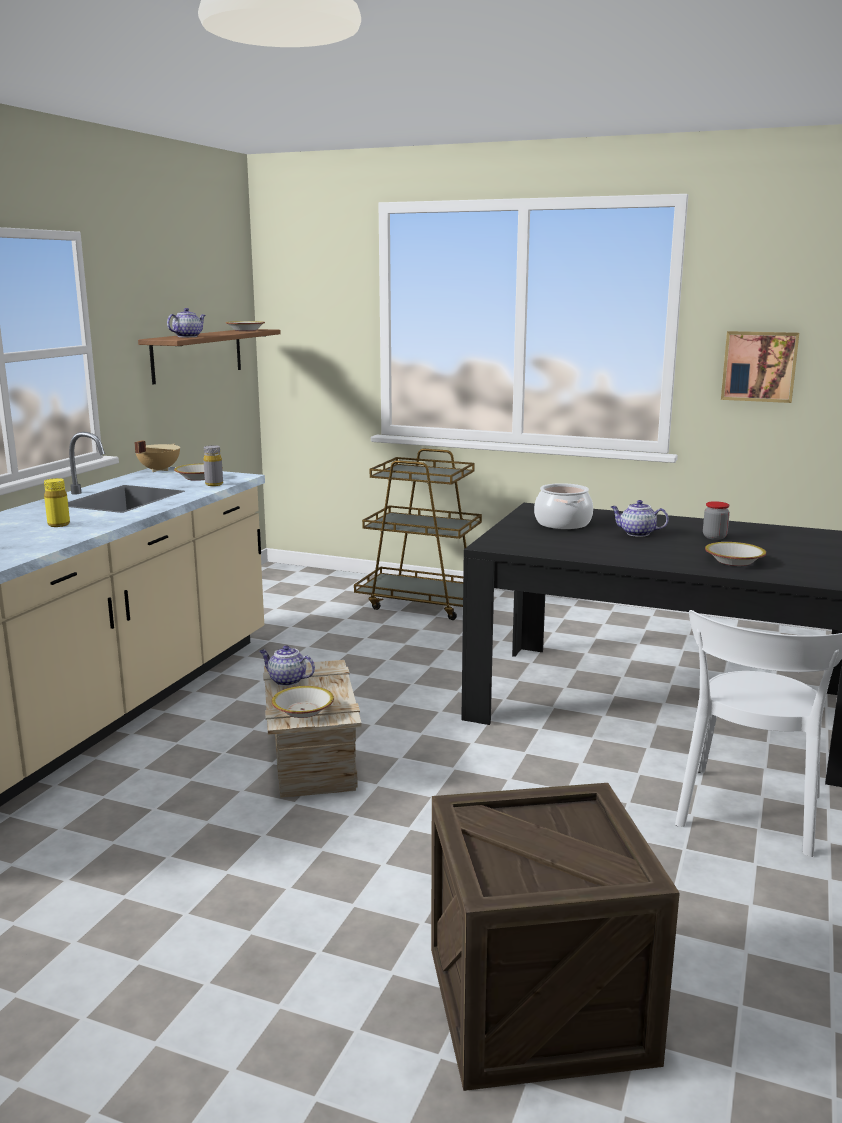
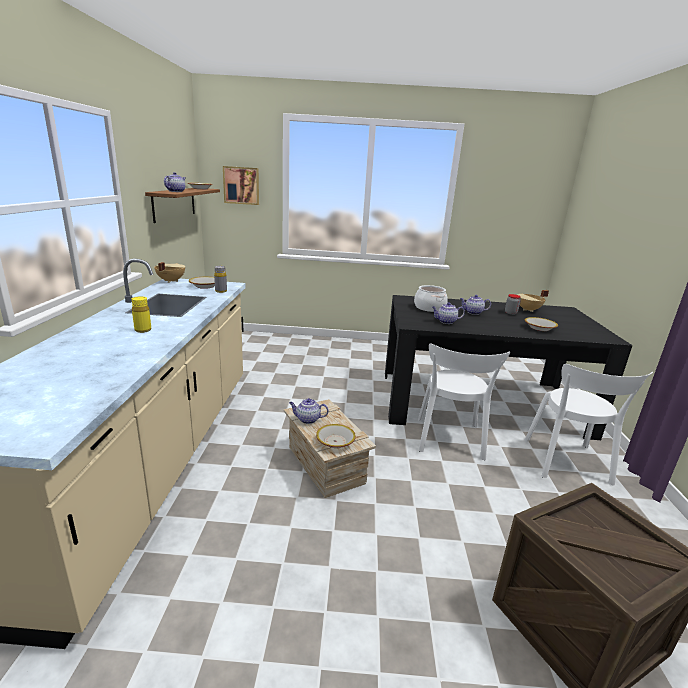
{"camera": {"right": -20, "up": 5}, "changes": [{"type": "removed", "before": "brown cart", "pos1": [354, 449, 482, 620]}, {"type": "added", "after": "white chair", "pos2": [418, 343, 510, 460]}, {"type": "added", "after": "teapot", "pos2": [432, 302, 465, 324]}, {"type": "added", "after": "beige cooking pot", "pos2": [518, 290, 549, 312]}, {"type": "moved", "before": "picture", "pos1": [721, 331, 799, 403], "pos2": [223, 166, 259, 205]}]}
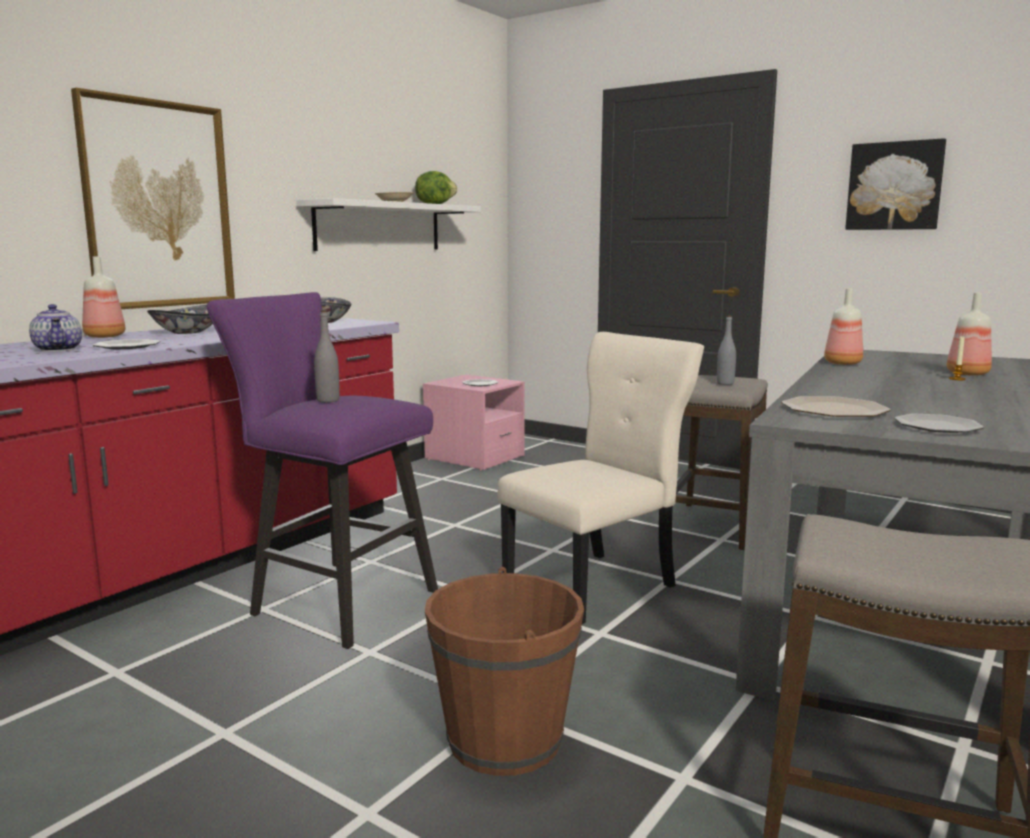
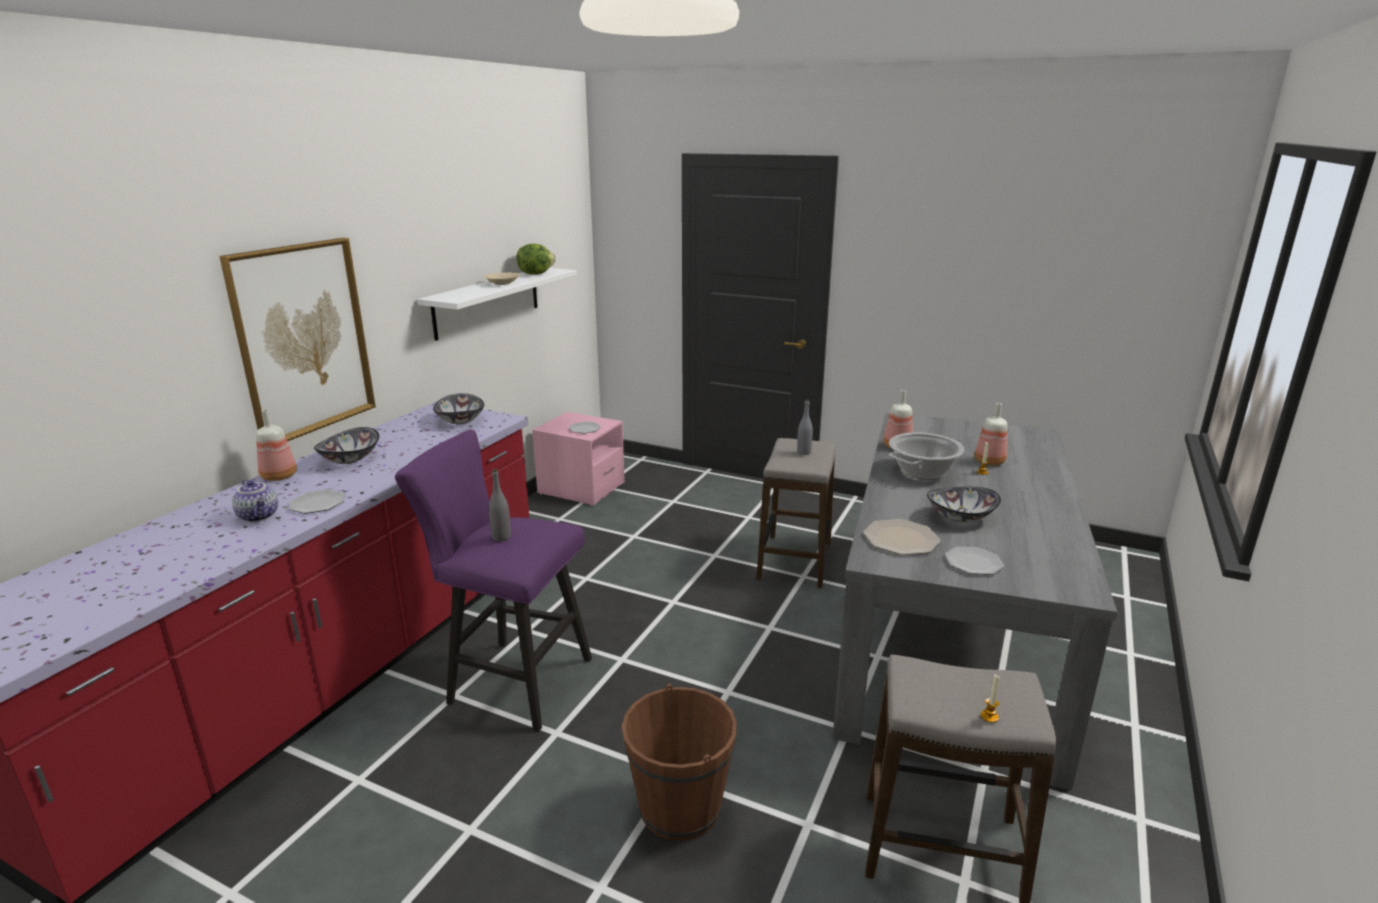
{"camera": {"right": -10, "up": 10}, "changes": [{"type": "removed", "before": "beige chair", "pos1": [497, 332, 704, 624]}, {"type": "removed", "before": "picture", "pos1": [845, 138, 946, 230]}, {"type": "added", "after": "cooking pot", "pos2": [889, 432, 964, 480]}, {"type": "added", "after": "bowl", "pos2": [927, 487, 1001, 522]}, {"type": "added", "after": "candle", "pos2": [980, 675, 999, 723]}]}
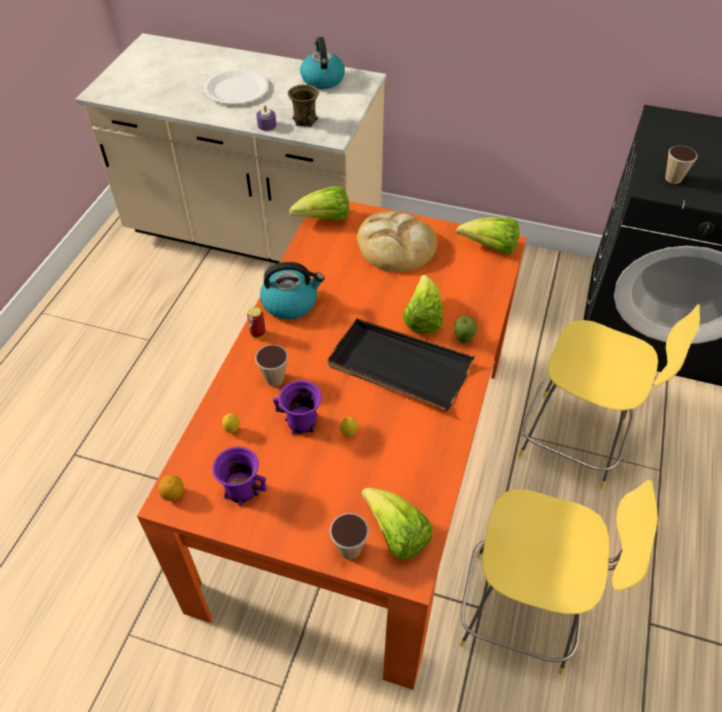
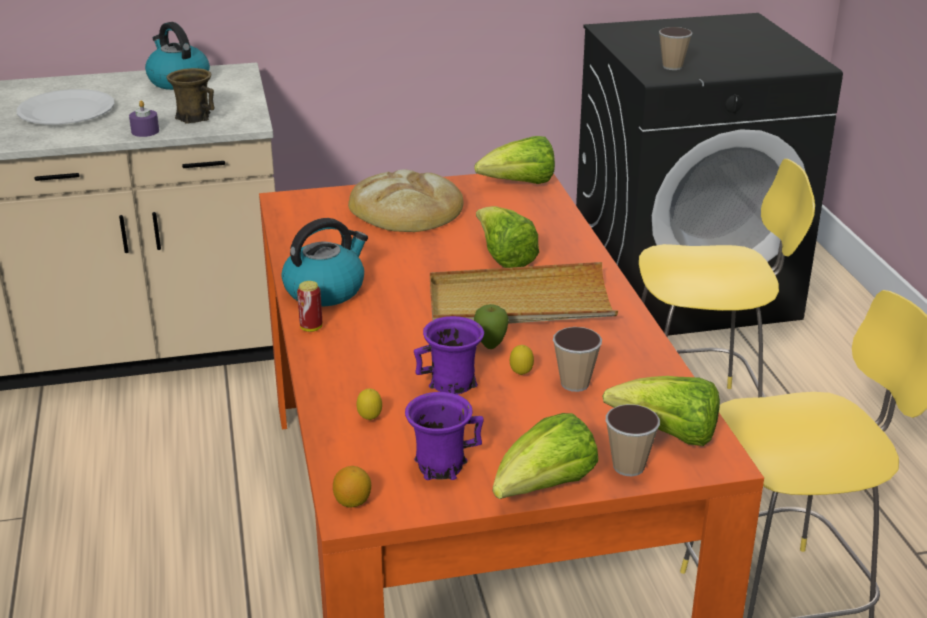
{"camera": {"right": -30, "up": -20}, "changes": [{"type": "moved", "before": "cup", "pos1": [255, 345, 288, 386], "pos2": [553, 327, 602, 392]}, {"type": "moved", "before": "lettuce", "pos1": [289, 186, 349, 221], "pos2": [493, 413, 599, 499]}, {"type": "moved", "before": "apple", "pos1": [454, 316, 478, 343], "pos2": [474, 304, 509, 349]}, {"type": "recoloured", "before": "black tray", "after": "beige tray", "pos1": [328, 318, 475, 411], "pos2": [430, 262, 618, 324]}]}
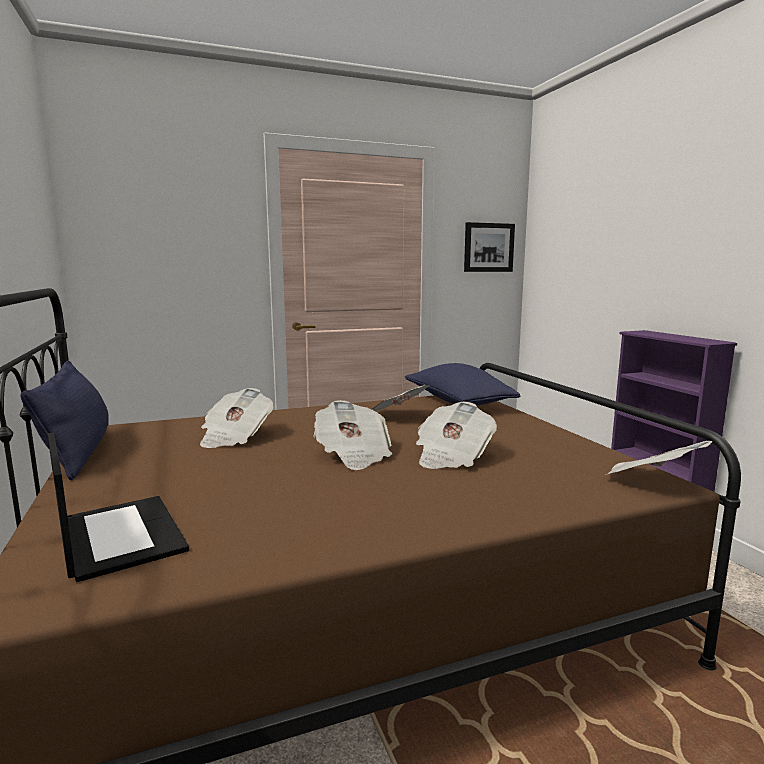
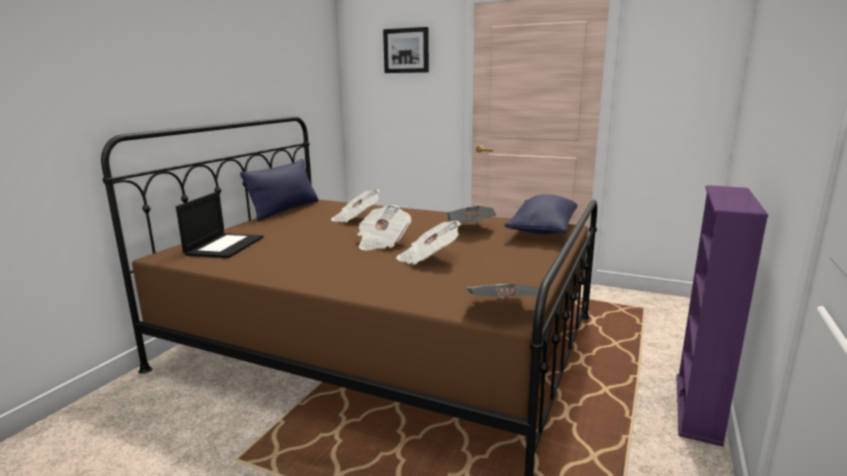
{"camera": {"right": 45, "up": 5}, "changes": [{"type": "moved", "before": "picture", "pos1": [464, 222, 515, 272], "pos2": [383, 27, 429, 73]}]}
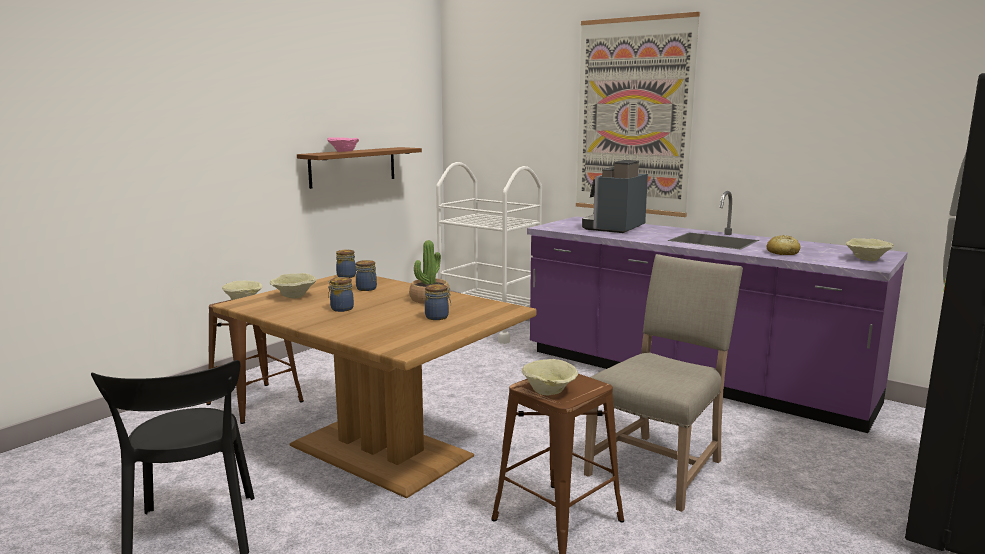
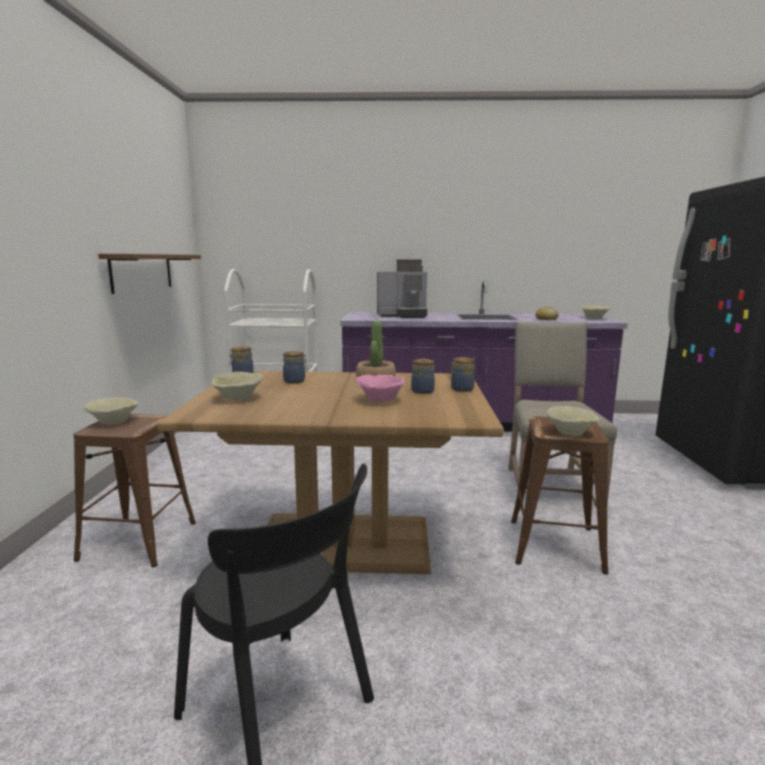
{"camera": {"right": -35, "up": 0}, "changes": [{"type": "removed", "before": "picture", "pos1": [576, 12, 700, 217]}, {"type": "moved", "before": "pink bowl", "pos1": [327, 137, 359, 152], "pos2": [355, 375, 405, 402]}, {"type": "moved", "before": "jar", "pos1": [328, 277, 354, 312], "pos2": [449, 357, 475, 392]}, {"type": "turned", "before": "coffee machine", "pos1": [582, 160, 648, 233], "pos2": [377, 259, 427, 318], "turn": -90}]}
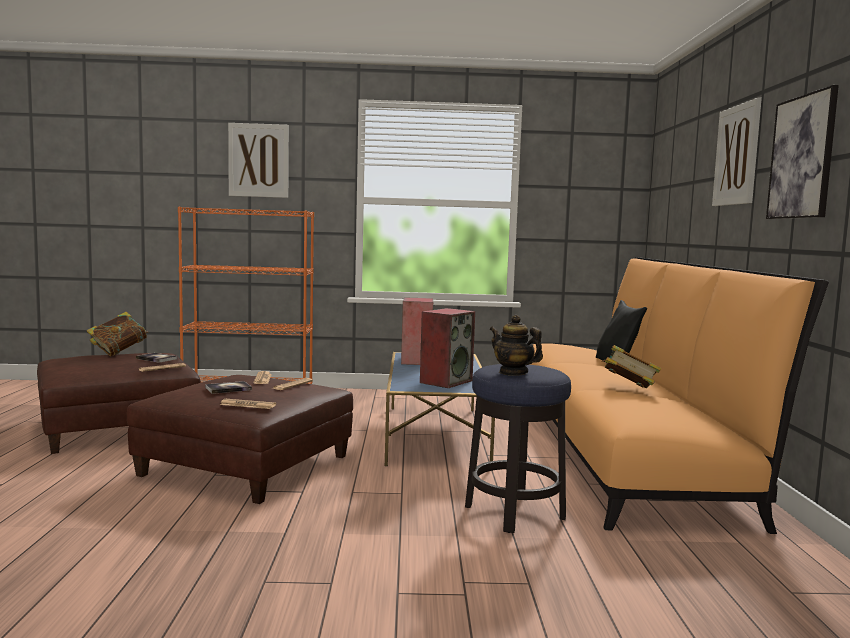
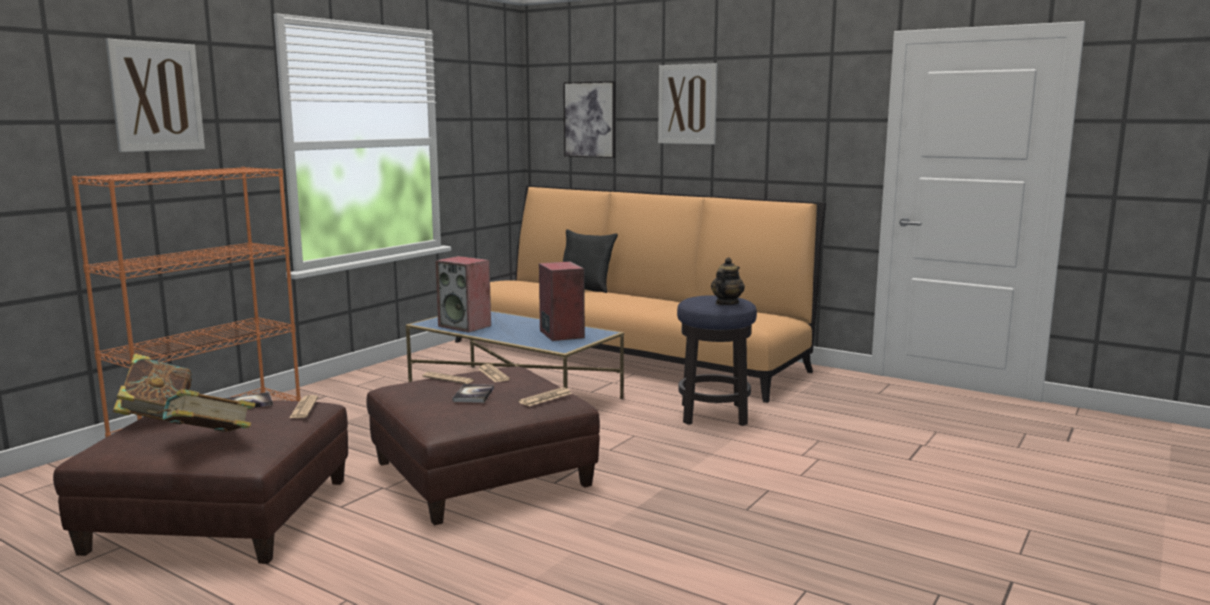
{"camera": {"right": -55, "up": 5}, "changes": [{"type": "moved", "before": "book", "pos1": [601, 345, 662, 389], "pos2": [156, 389, 256, 432]}, {"type": "moved", "before": "picture", "pos1": [766, 85, 839, 219], "pos2": [563, 81, 615, 158]}, {"type": "turned", "before": "teapot", "pos1": [490, 315, 543, 376], "pos2": [711, 257, 745, 305], "turn": 135}]}
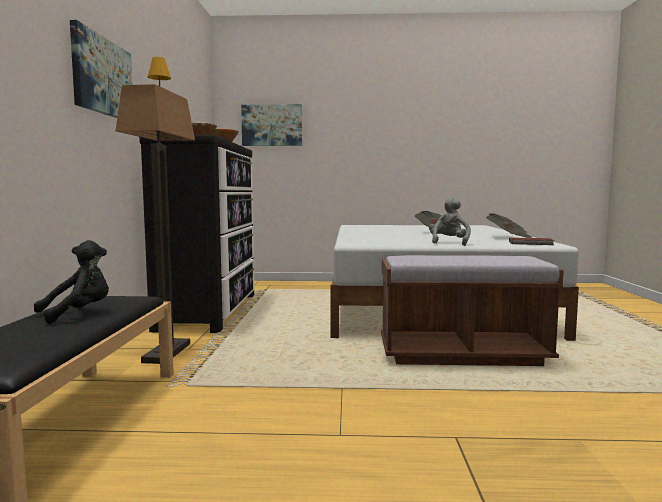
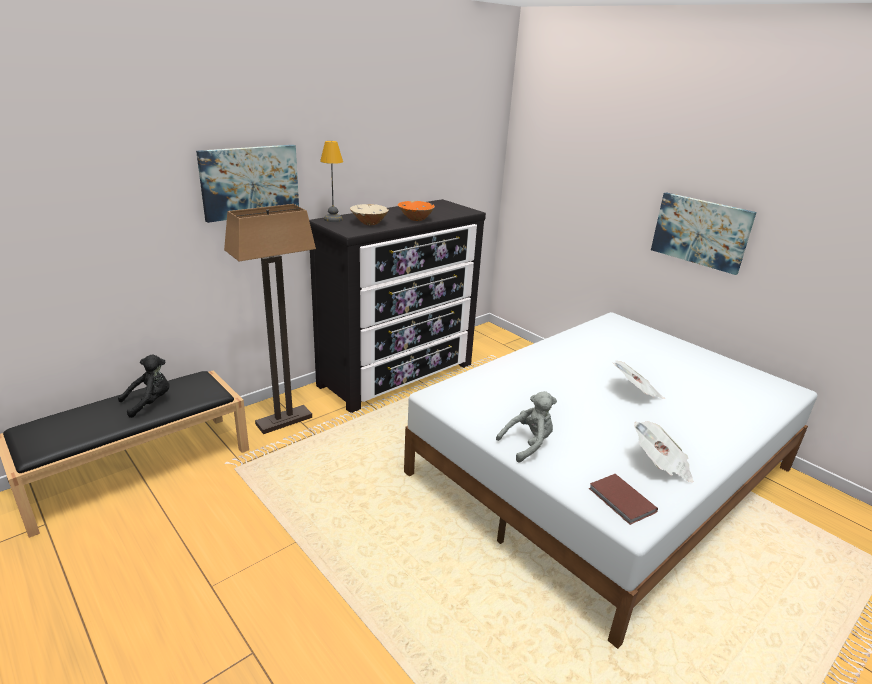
{"camera": {"right": 45, "up": 20}, "changes": [{"type": "removed", "before": "brown bench", "pos1": [381, 255, 564, 366]}, {"type": "moved", "before": "picture", "pos1": [241, 104, 302, 146], "pos2": [651, 192, 756, 275]}, {"type": "turned", "before": "black plush toy", "pos1": [34, 240, 109, 324], "pos2": [118, 354, 170, 418], "turn": -45}]}
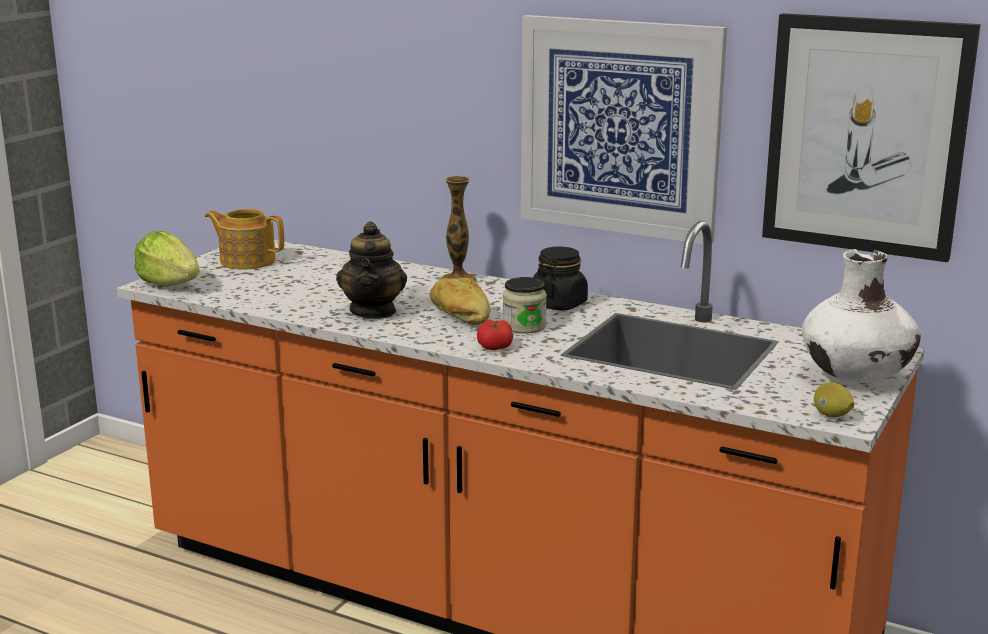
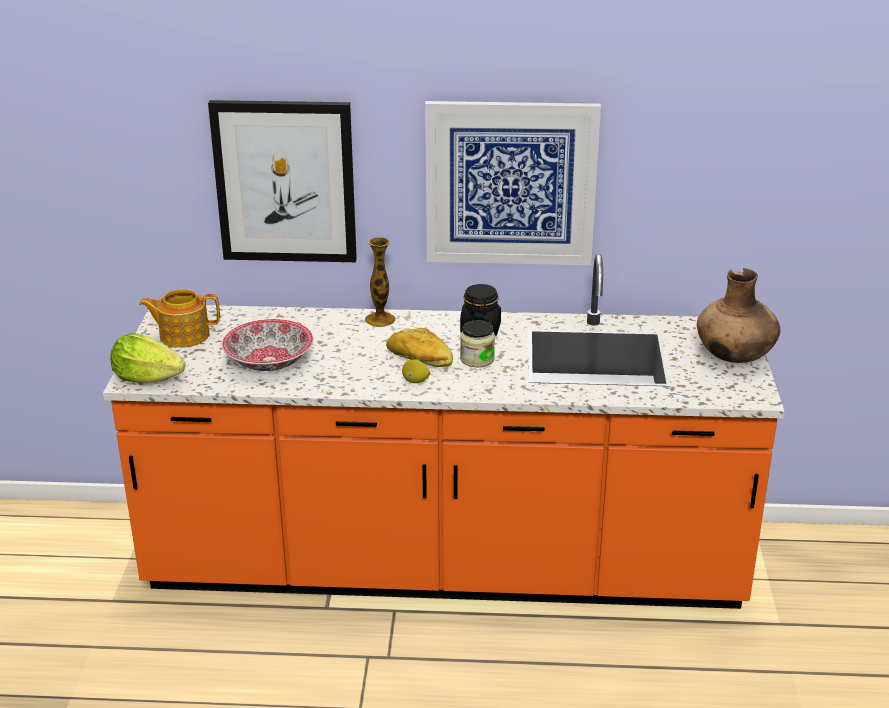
{"camera": {"right": -25, "up": 10}, "changes": [{"type": "removed", "before": "teapot", "pos1": [336, 221, 407, 319]}, {"type": "removed", "before": "tomato", "pos1": [477, 319, 513, 350]}, {"type": "added", "after": "bowl", "pos2": [222, 319, 313, 371]}, {"type": "moved", "before": "picture", "pos1": [762, 13, 981, 262], "pos2": [208, 100, 357, 262]}, {"type": "moved", "before": "lemon", "pos1": [814, 382, 854, 417], "pos2": [402, 359, 430, 383]}, {"type": "recoloured", "before": "white vase", "after": "brown vase", "pos1": [802, 249, 921, 383], "pos2": [697, 268, 780, 363]}]}
